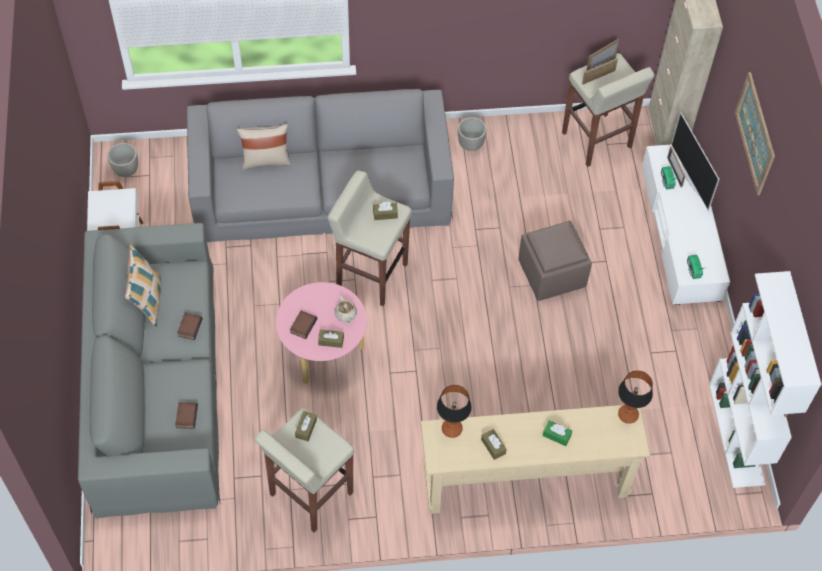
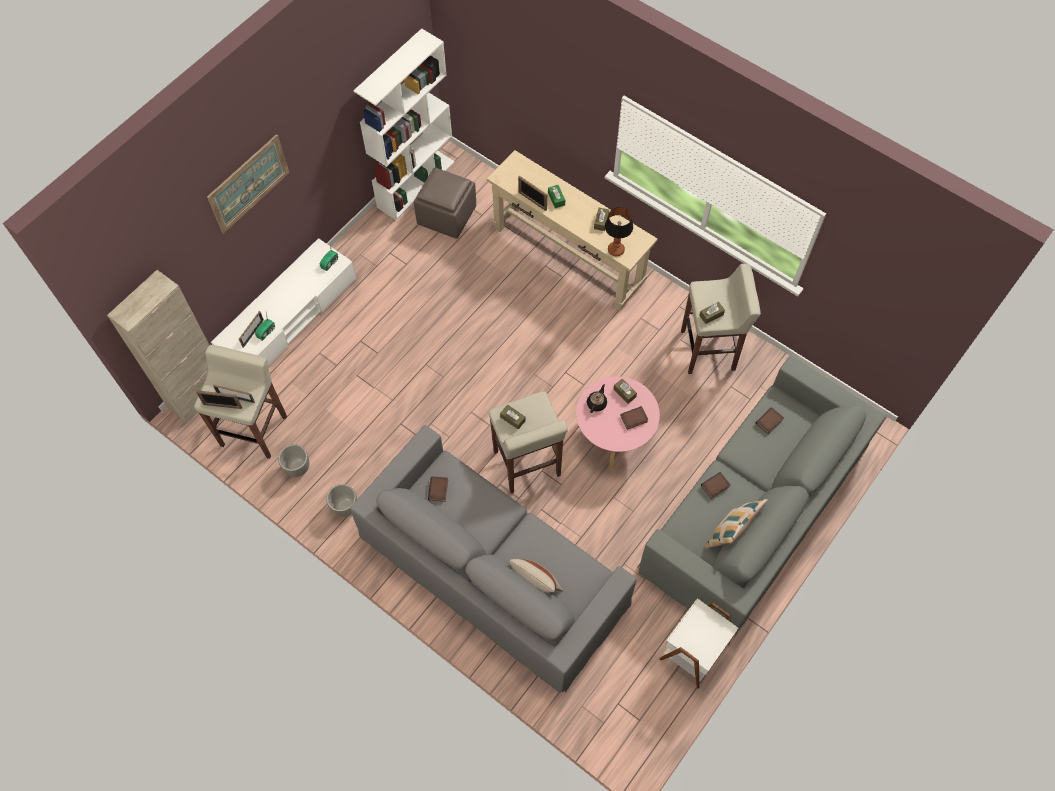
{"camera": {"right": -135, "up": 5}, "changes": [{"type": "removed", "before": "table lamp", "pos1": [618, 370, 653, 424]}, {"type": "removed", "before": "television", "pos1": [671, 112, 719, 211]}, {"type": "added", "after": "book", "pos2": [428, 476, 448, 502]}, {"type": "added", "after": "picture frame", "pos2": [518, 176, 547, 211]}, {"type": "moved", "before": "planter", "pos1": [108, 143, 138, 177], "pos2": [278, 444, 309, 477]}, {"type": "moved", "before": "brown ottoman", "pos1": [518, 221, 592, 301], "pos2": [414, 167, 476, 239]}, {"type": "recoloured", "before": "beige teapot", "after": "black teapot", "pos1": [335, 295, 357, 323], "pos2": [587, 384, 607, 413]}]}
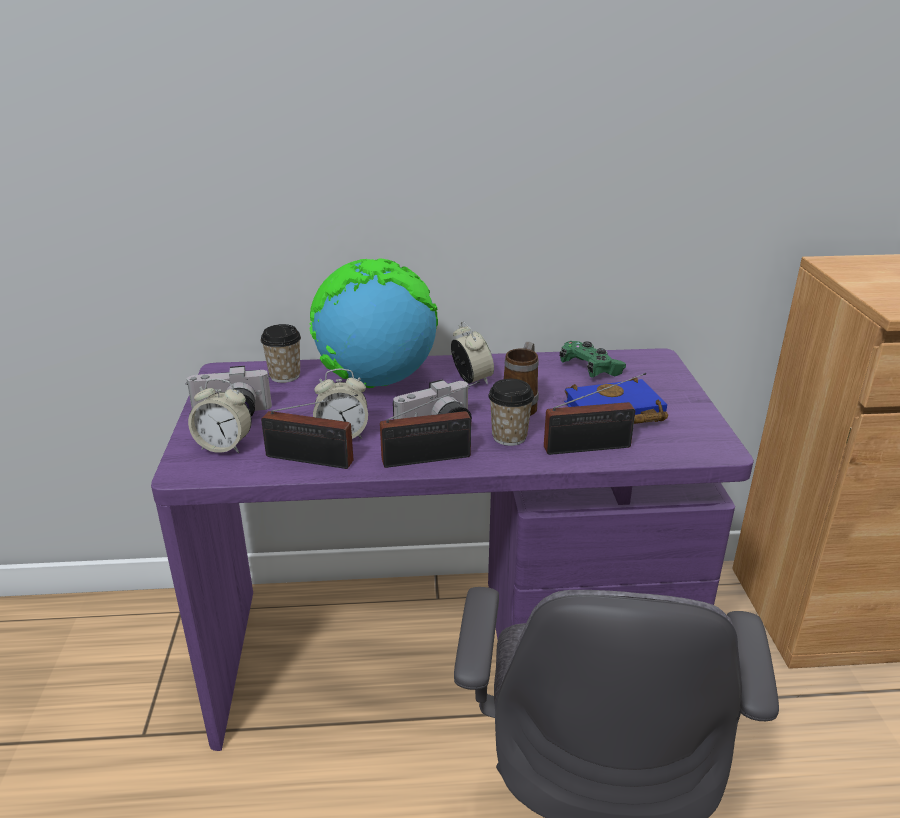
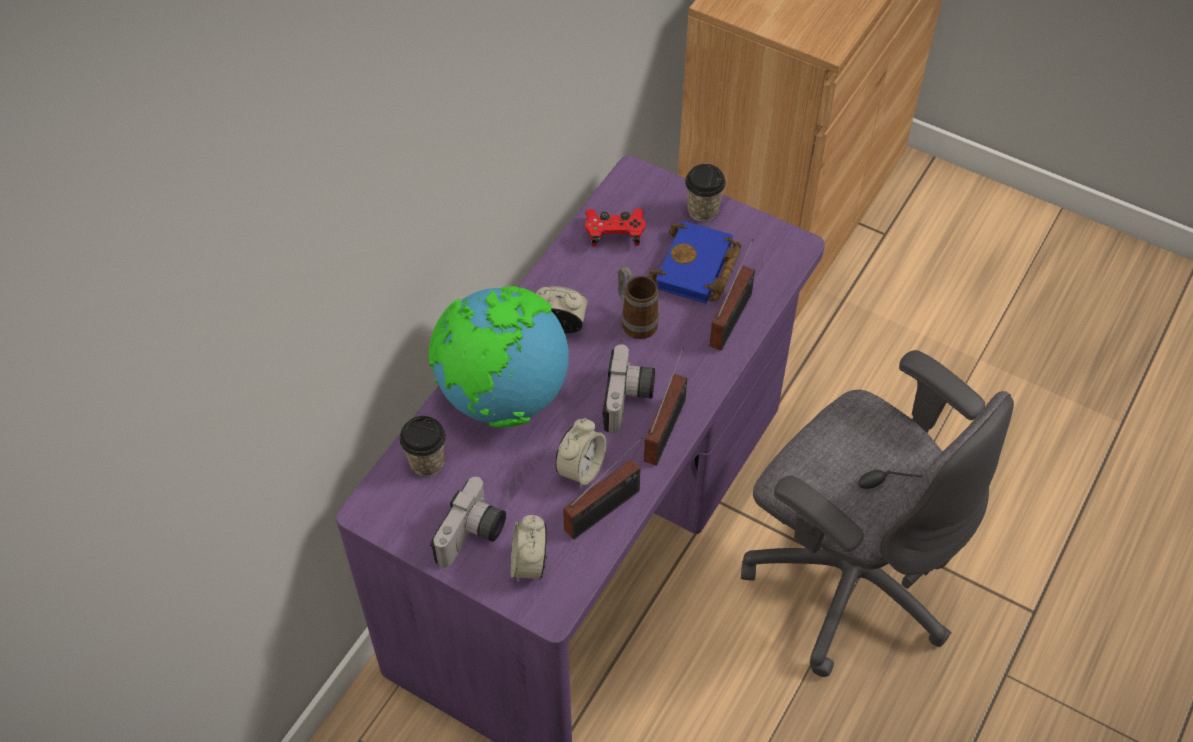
{"camera": {"right": -55, "up": 25}, "changes": [{"type": "moved", "before": "cup", "pos1": [488, 379, 534, 446], "pos2": [685, 164, 726, 222]}, {"type": "recoloured", "before": "green game controller", "after": "red game controller", "pos1": [560, 341, 626, 378], "pos2": [585, 209, 646, 246]}, {"type": "turned", "before": "alarm clock", "pos1": [188, 378, 252, 453], "pos2": [511, 515, 547, 582], "turn": 135}]}
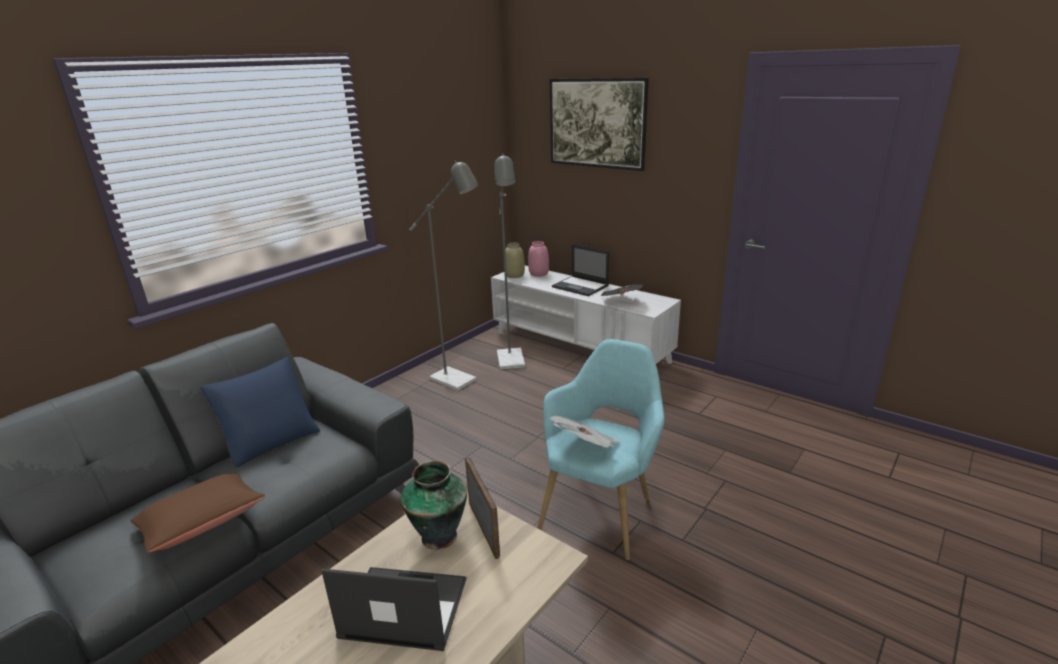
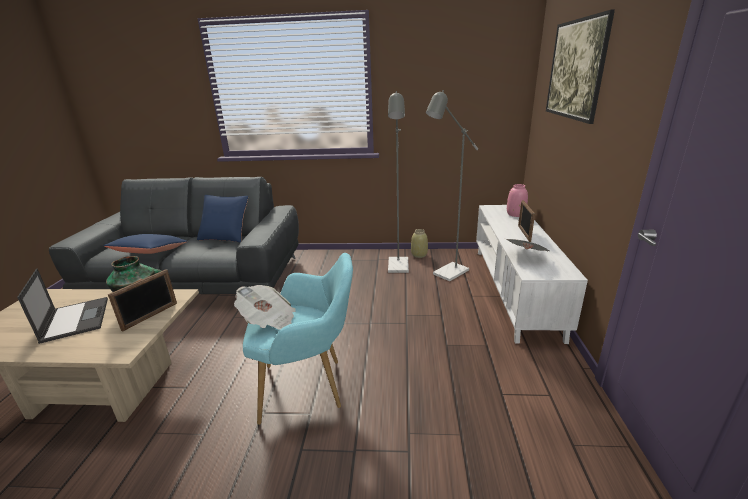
{"camera": {"right": 55, "up": 0}, "changes": [{"type": "moved", "before": "beige vase", "pos1": [505, 243, 525, 278], "pos2": [411, 229, 428, 258]}, {"type": "replaced", "before": "laptop", "after": "picture frame", "pos1": [552, 244, 609, 296], "pos2": [518, 200, 535, 242]}, {"type": "recoloured", "before": "brown pillow", "after": "blue pillow", "pos1": [131, 473, 265, 552], "pos2": [104, 234, 188, 254]}]}
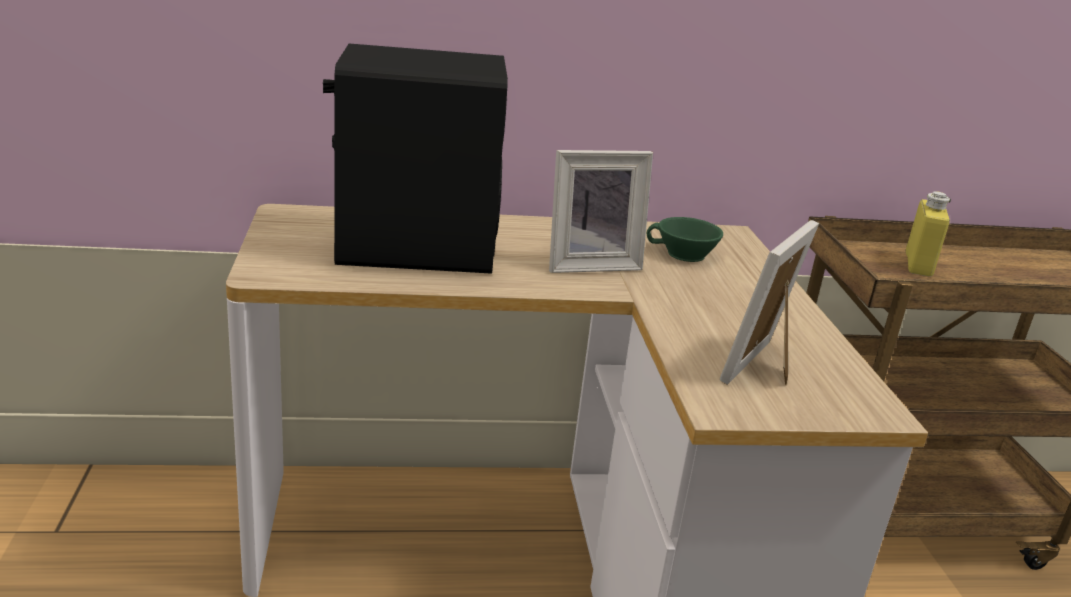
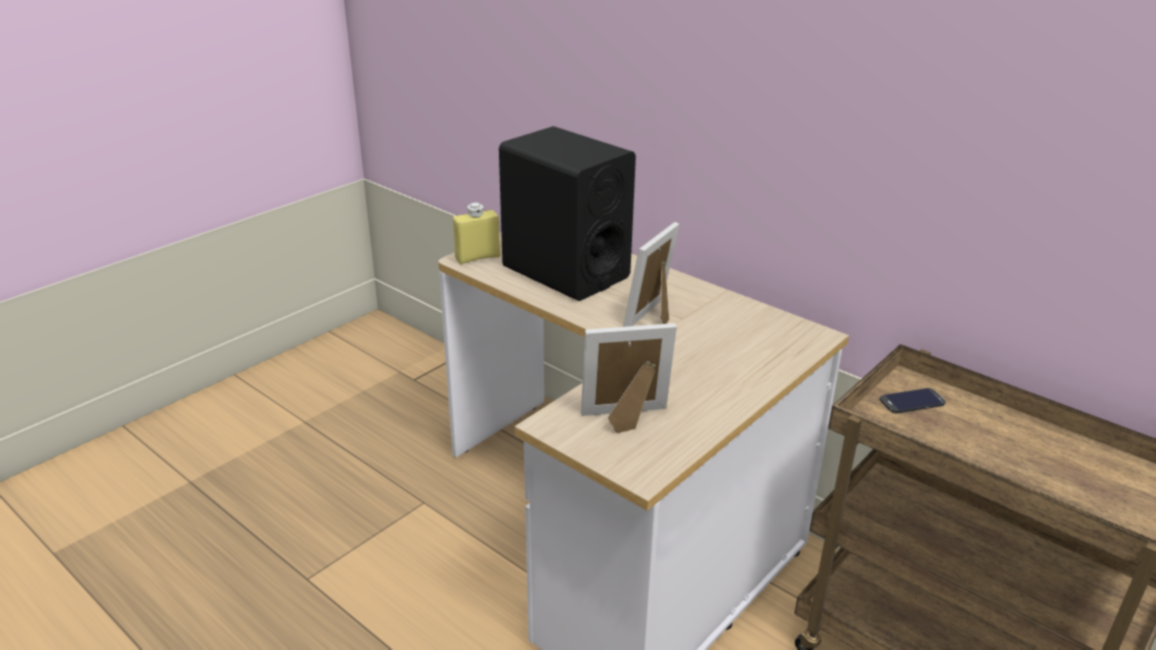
{"camera": {"right": 50, "up": 5}, "changes": [{"type": "removed", "before": "green cup", "pos1": [647, 217, 723, 262]}, {"type": "added", "after": "phone", "pos2": [880, 388, 946, 413]}, {"type": "moved", "before": "yellow bottle", "pos1": [906, 191, 951, 277], "pos2": [453, 203, 500, 264]}, {"type": "turned", "before": "picture frame", "pos1": [549, 150, 653, 273], "pos2": [623, 222, 680, 327], "turn": 90}]}
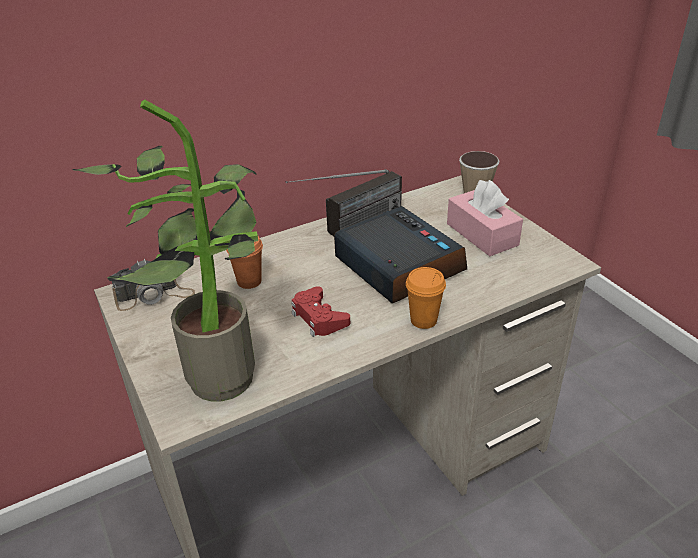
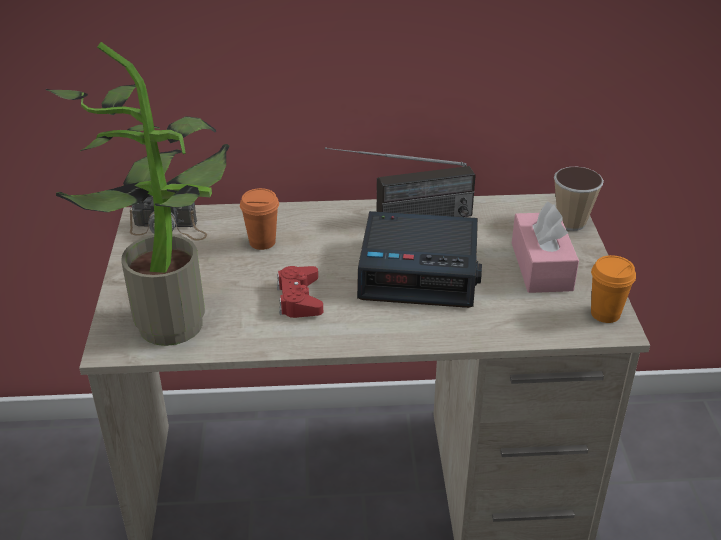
{"camera": {"right": 25, "up": 0}, "changes": [{"type": "moved", "before": "orange cup", "pos1": [406, 267, 446, 329], "pos2": [591, 255, 636, 323]}, {"type": "turned", "before": "alarm clock", "pos1": [334, 206, 467, 304], "pos2": [357, 211, 482, 308], "turn": 105}]}
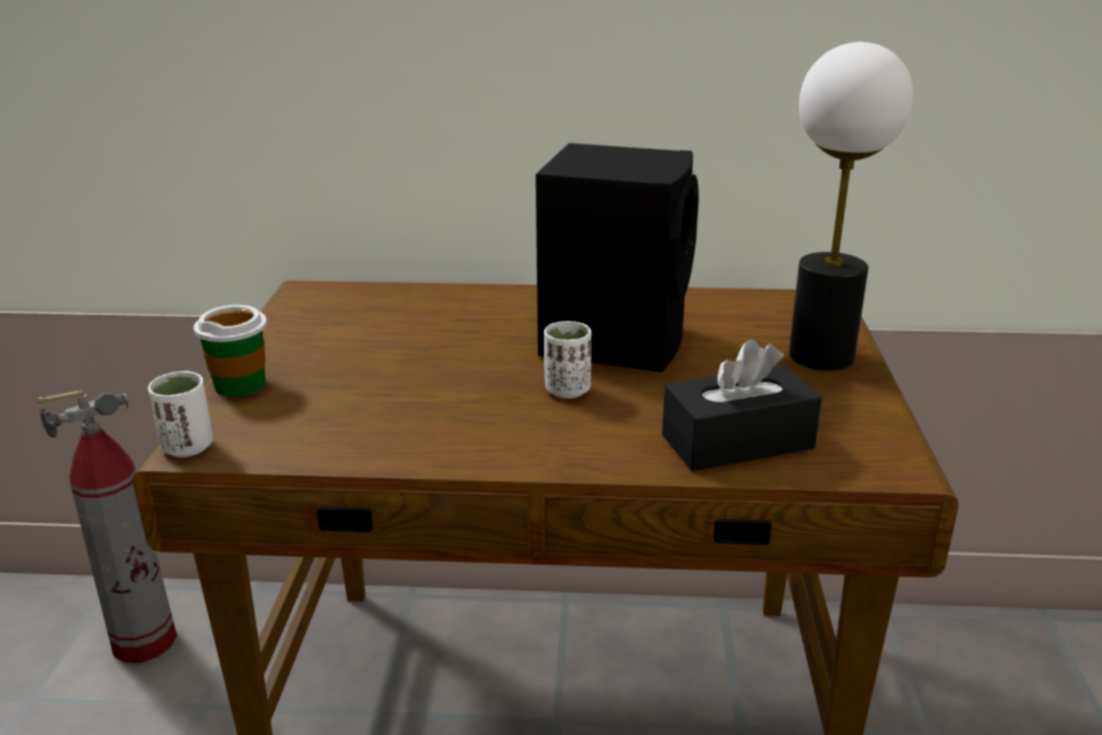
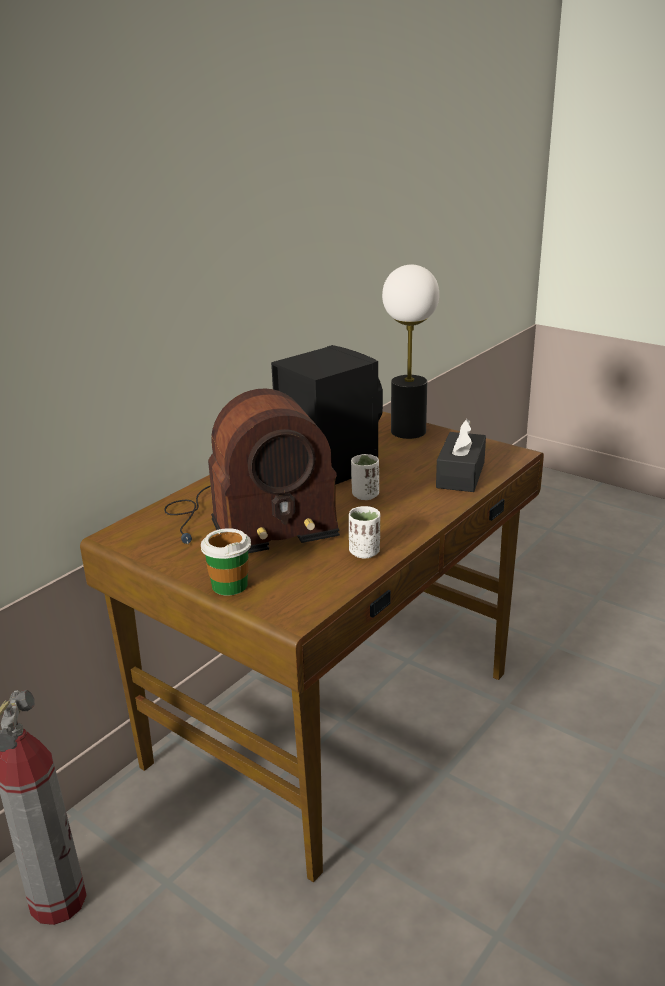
{"camera": {"right": -55, "up": 0}, "changes": [{"type": "added", "after": "radio", "pos2": [164, 388, 340, 553]}, {"type": "moved", "before": "white cup", "pos1": [148, 371, 213, 457], "pos2": [349, 506, 380, 559]}]}
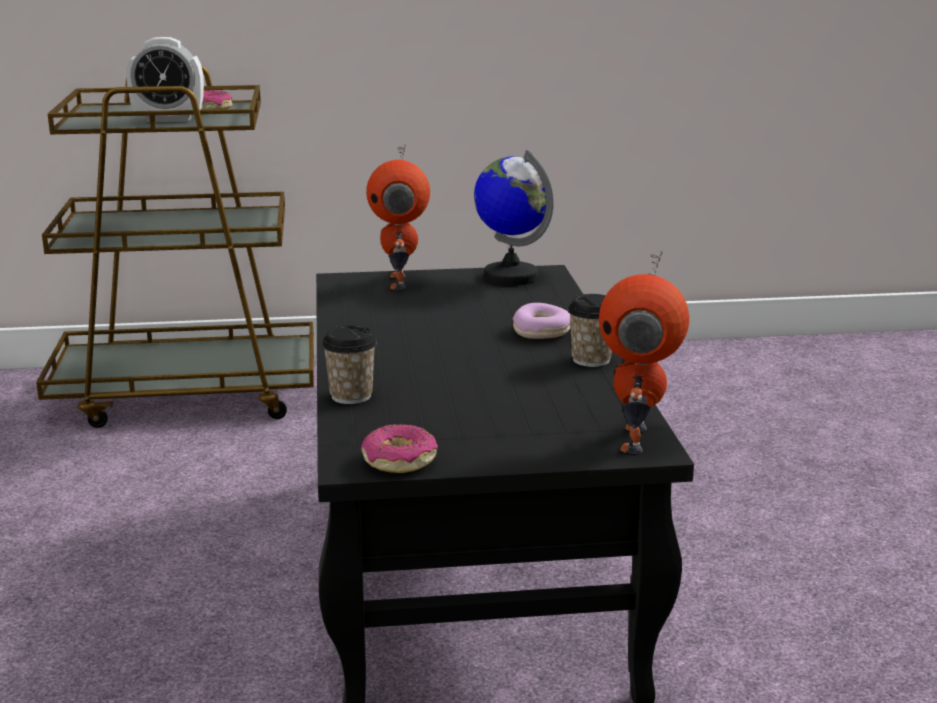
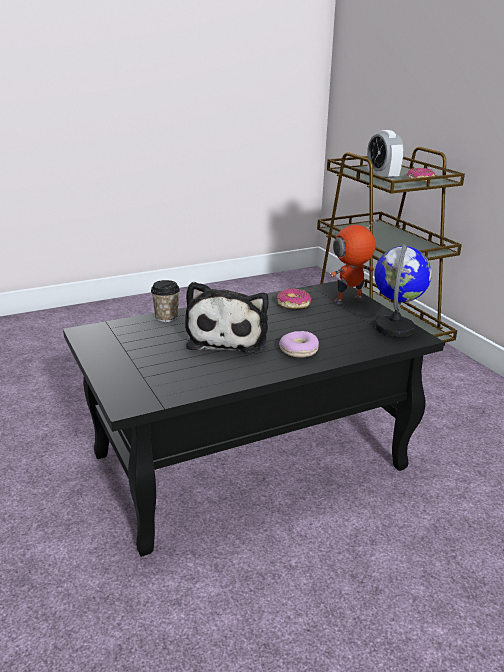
{"camera": {"right": 70, "up": 5}, "changes": [{"type": "removed", "before": "cup", "pos1": [568, 294, 612, 367]}, {"type": "removed", "before": "toy robot", "pos1": [599, 250, 689, 454]}, {"type": "added", "after": "plush toy", "pos2": [185, 282, 269, 354]}, {"type": "moved", "before": "donut", "pos1": [360, 424, 438, 473], "pos2": [277, 289, 311, 309]}]}
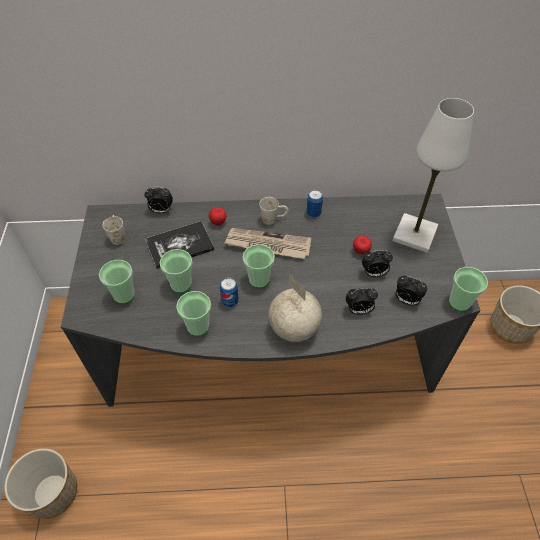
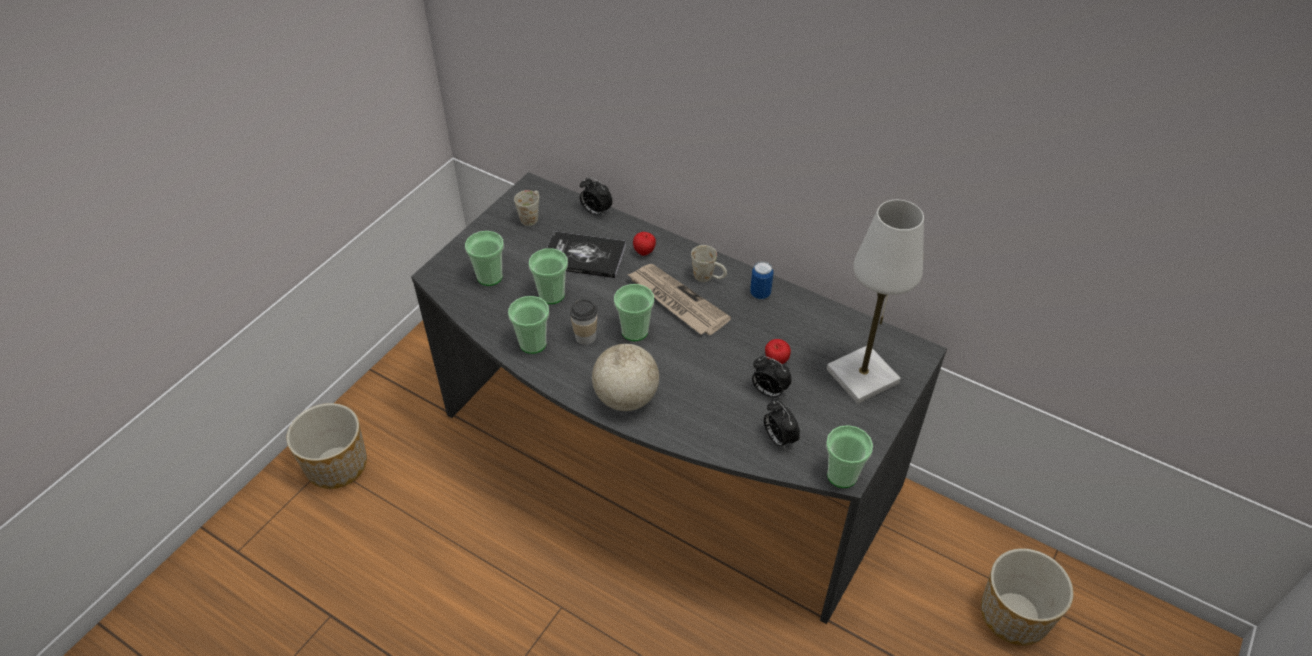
{"camera": {"right": 35, "up": -5}, "changes": [{"type": "removed", "before": "alarm clock", "pos1": [346, 288, 378, 315]}, {"type": "replaced", "before": "can", "after": "cup", "pos1": [220, 278, 239, 307], "pos2": [570, 299, 598, 345]}]}
